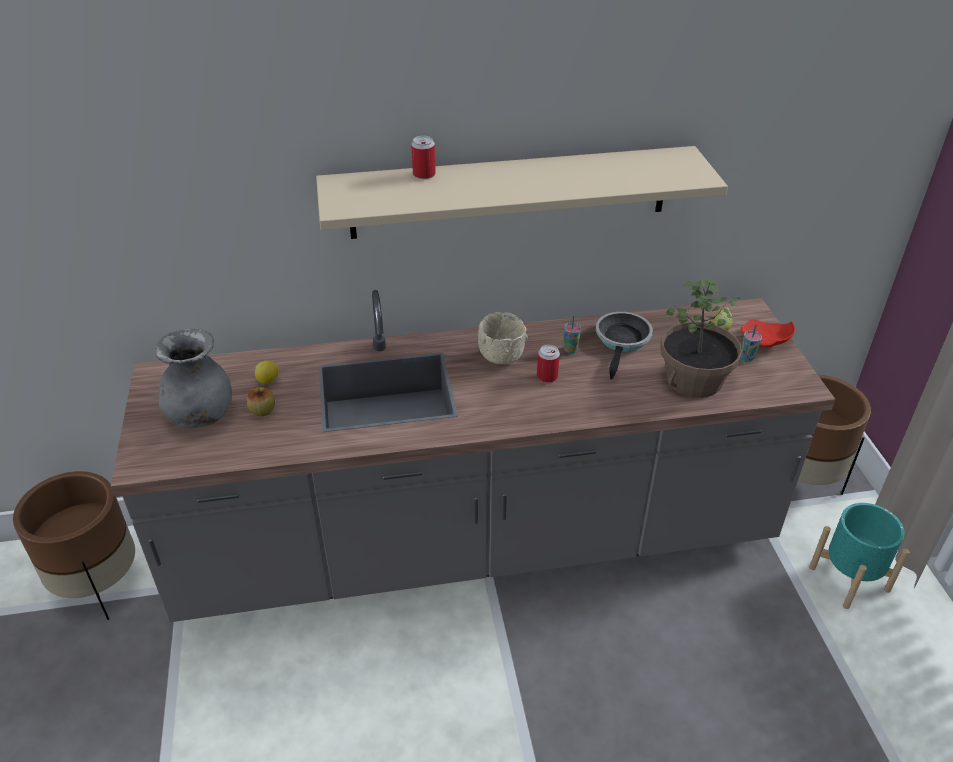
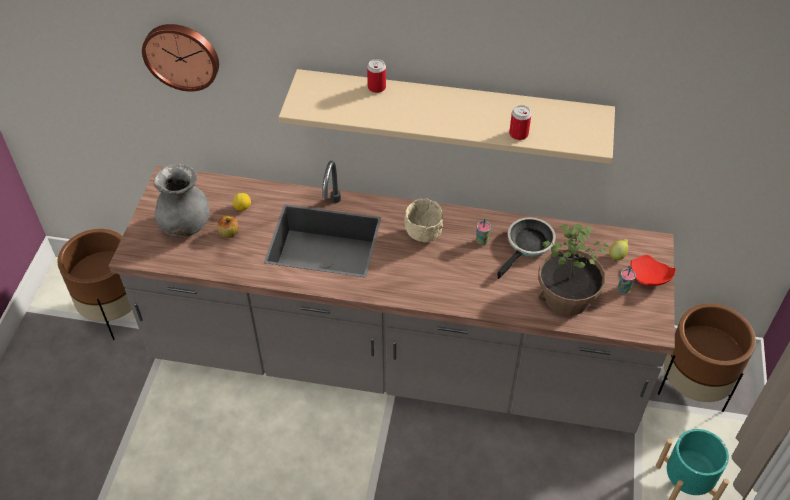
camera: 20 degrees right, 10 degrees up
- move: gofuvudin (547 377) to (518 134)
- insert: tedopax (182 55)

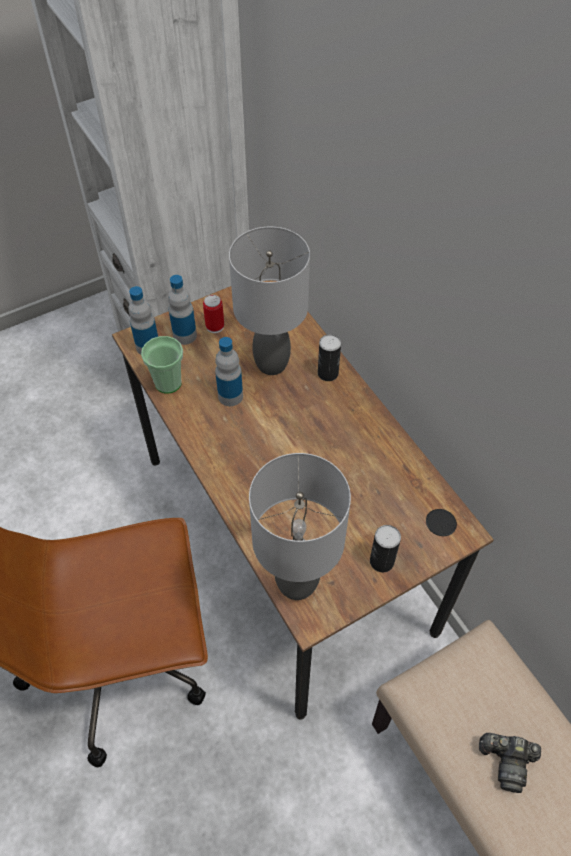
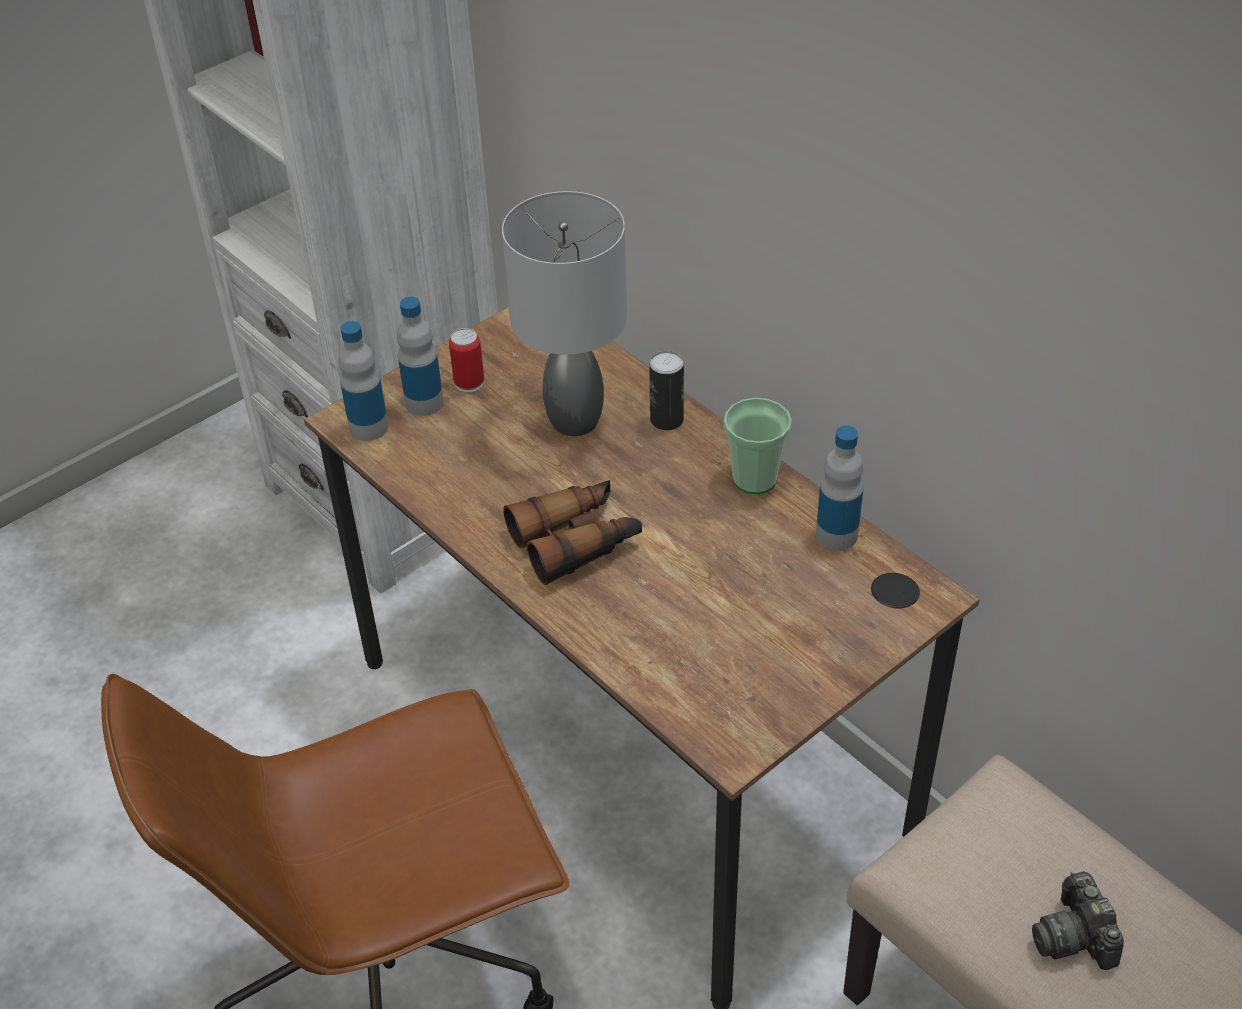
camera: 10 degrees left, 10 degrees down
- move: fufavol (168 383) to (754 479)
- move: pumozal (230 396) to (836 534)
- delete: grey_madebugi (298 584)
- delete: gofuvudin (381 561)
- rotate: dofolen (506 761) = (1075 936) 75 degrees clockwise
- insert: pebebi (576 541)

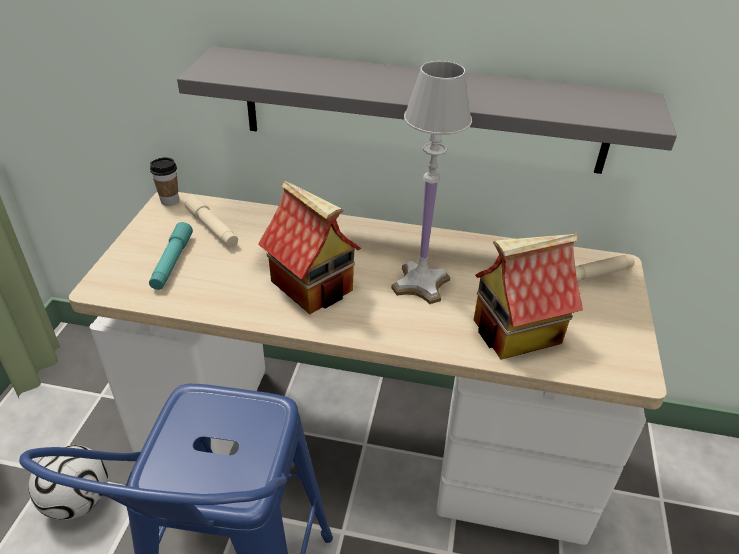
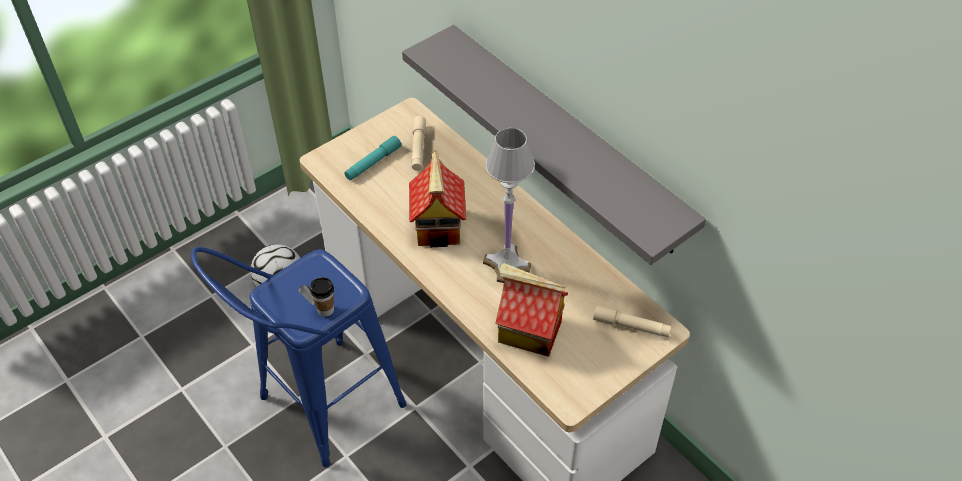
camera: 40 degrees right, 10 degrees up
- move: fufavol (170 201) to (325 310)

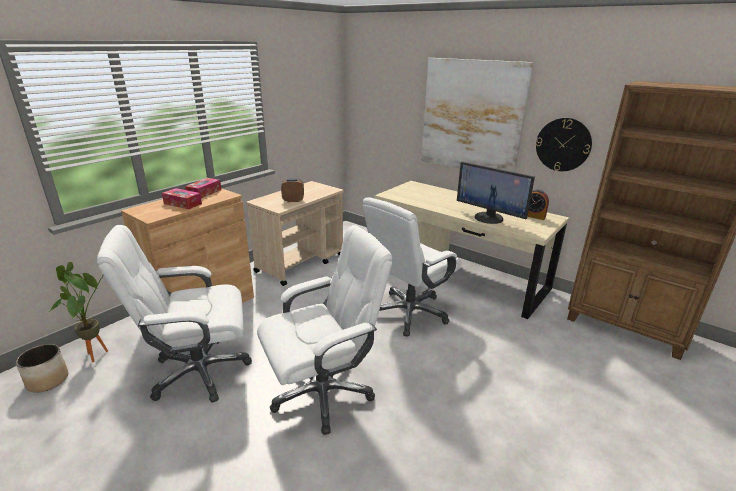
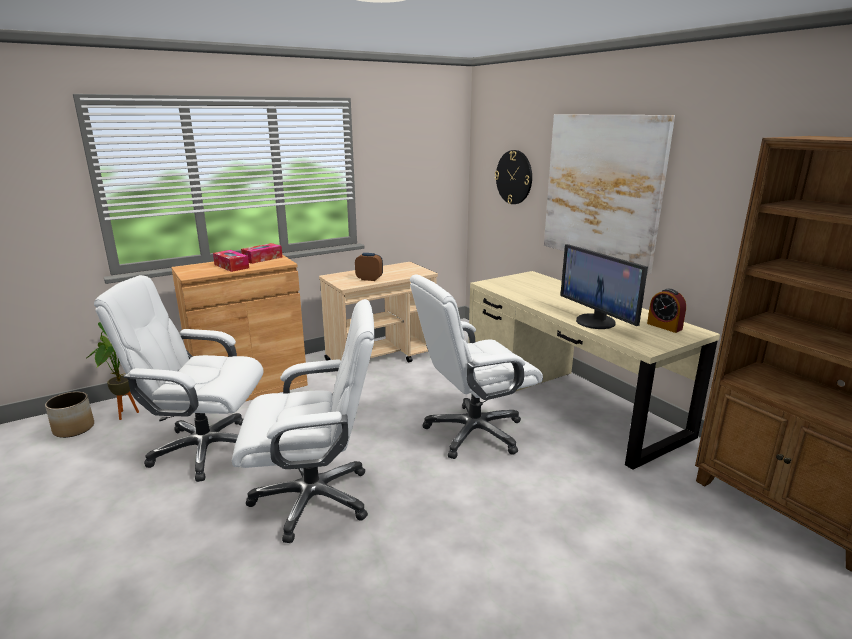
camera: 20 degrees right, 5 degrees down
- move: tedopax (563 144) to (514 177)

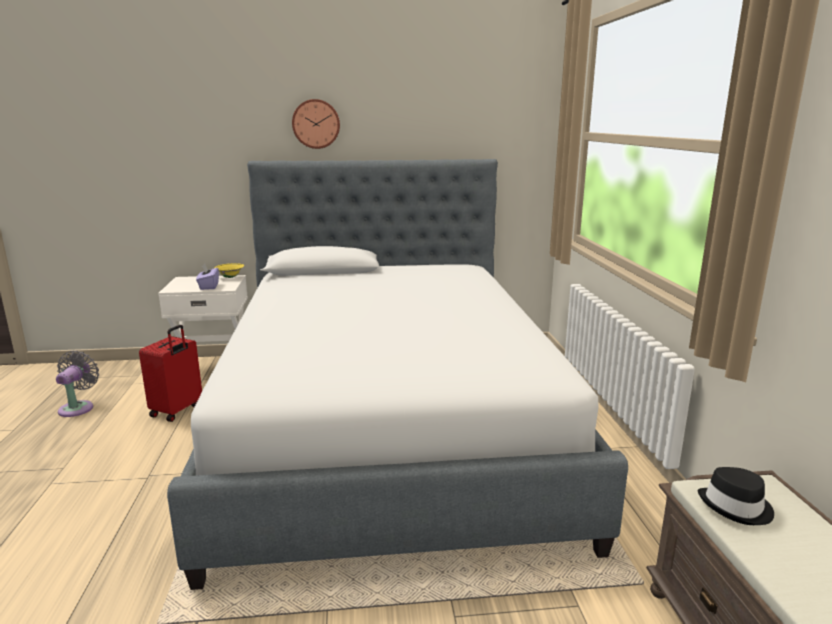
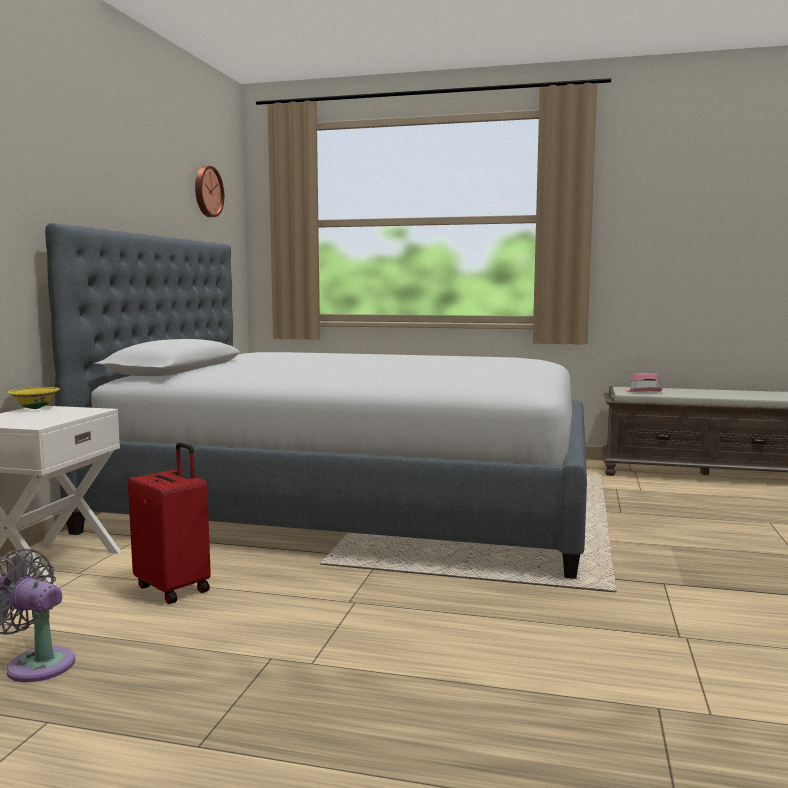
camera: 70 degrees left, 10 degrees down
- move: tedopax (316 124) to (207 191)
- delete: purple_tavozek (208 286)
- recolor: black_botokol (736 507) to pink_botokol (643 391)

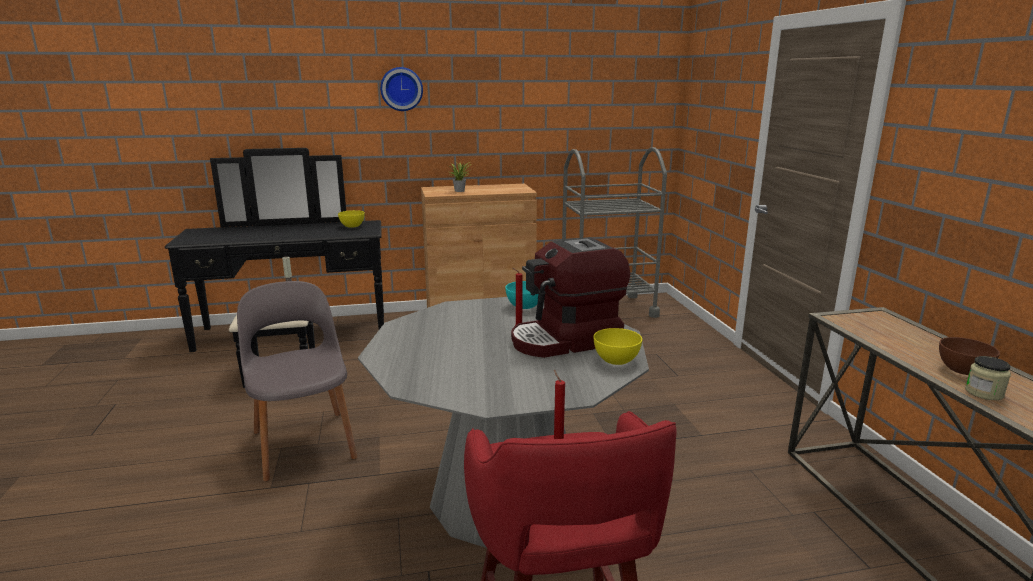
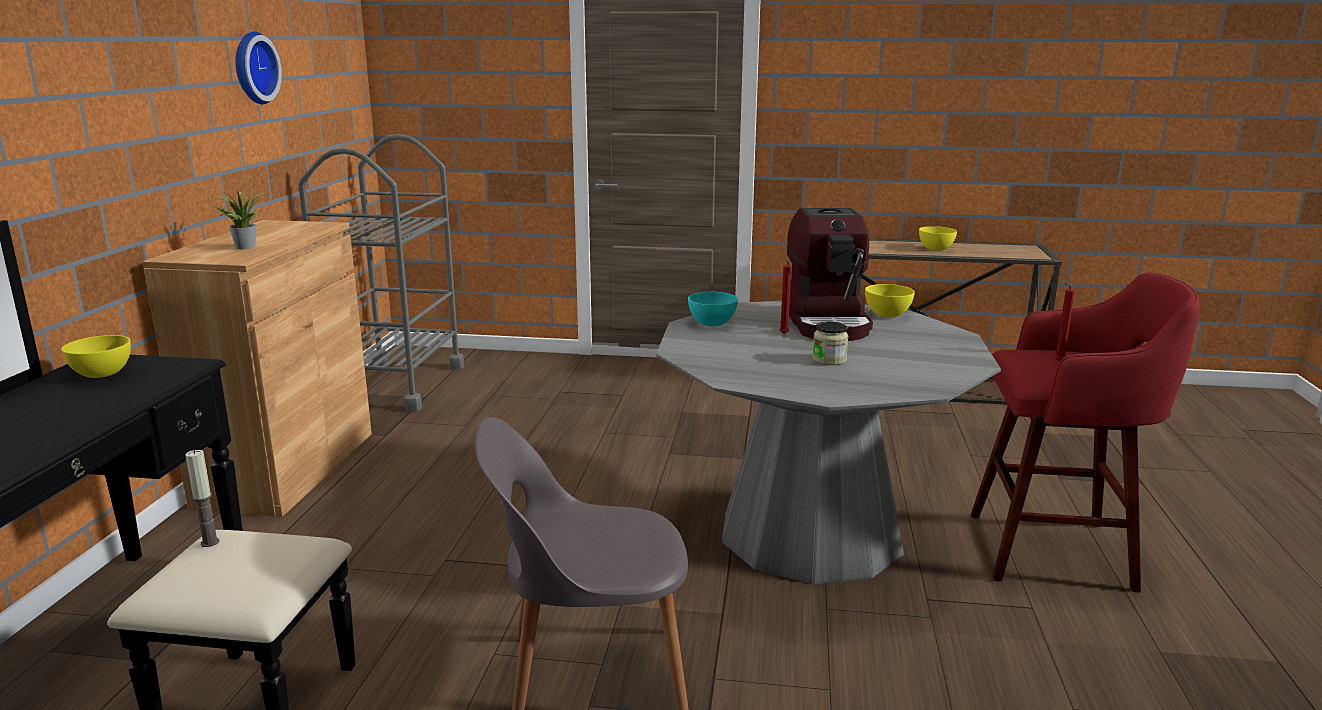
camera: 70 degrees left, 0 degrees up
- move: tedopax (401 89) to (252 68)
- recolor: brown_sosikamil (963 371) to yellow_sosikamil (936 249)
- move: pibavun (984 393) to (829 360)

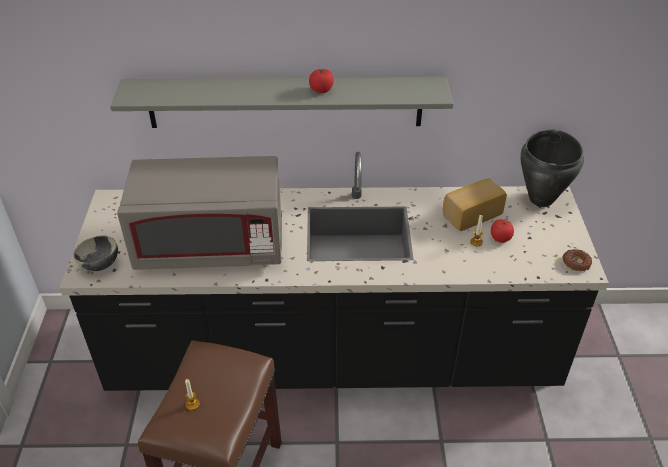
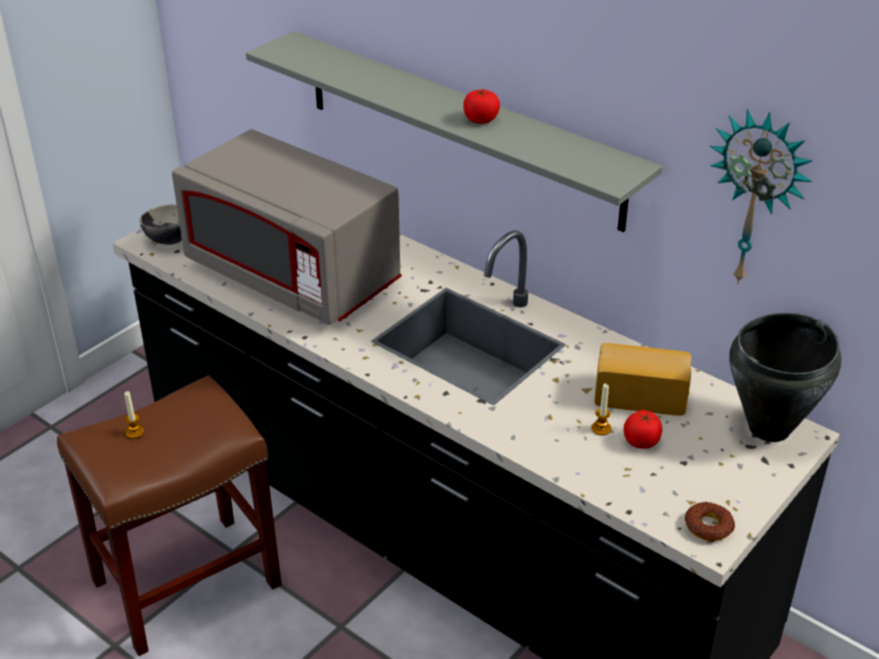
camera: 40 degrees right, 5 degrees down
- insert: tedopax (756 198)

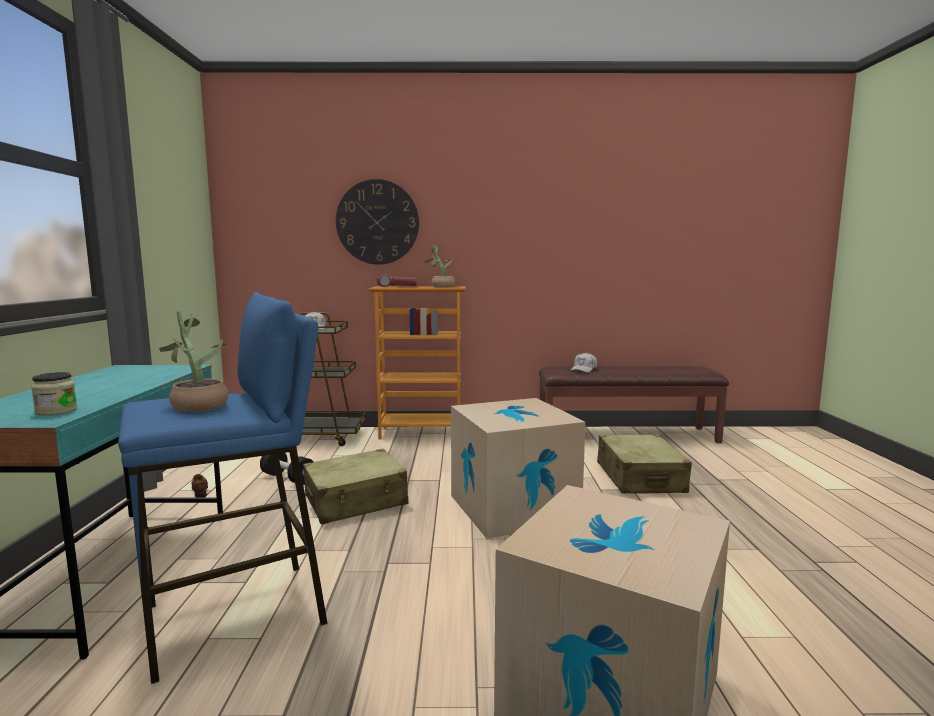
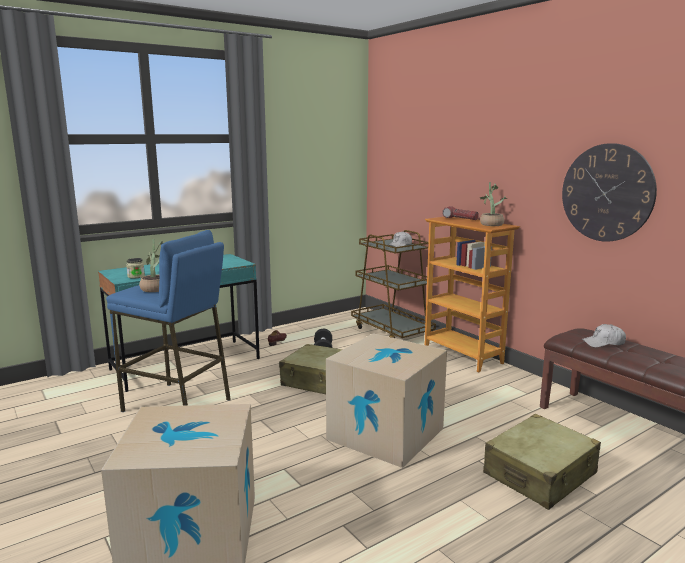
camera: 55 degrees right, 5 degrees up
- move: tedopax (377 222) to (607 193)

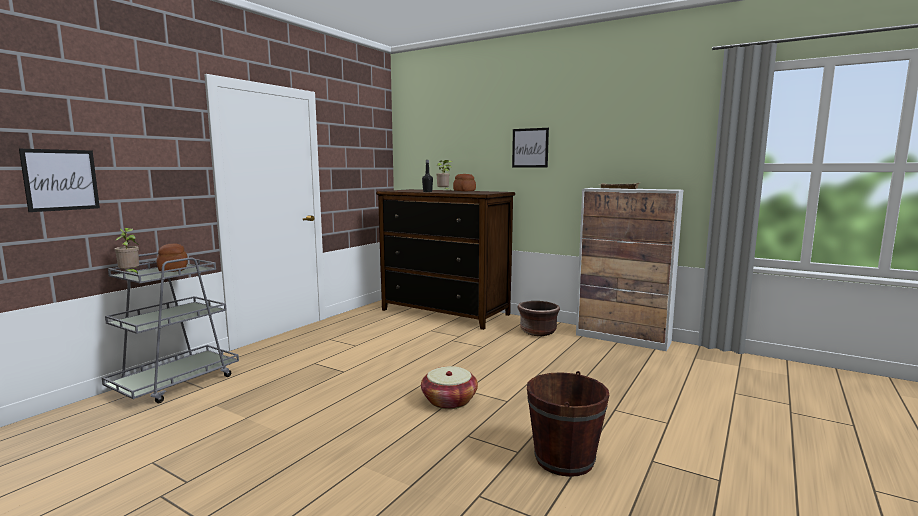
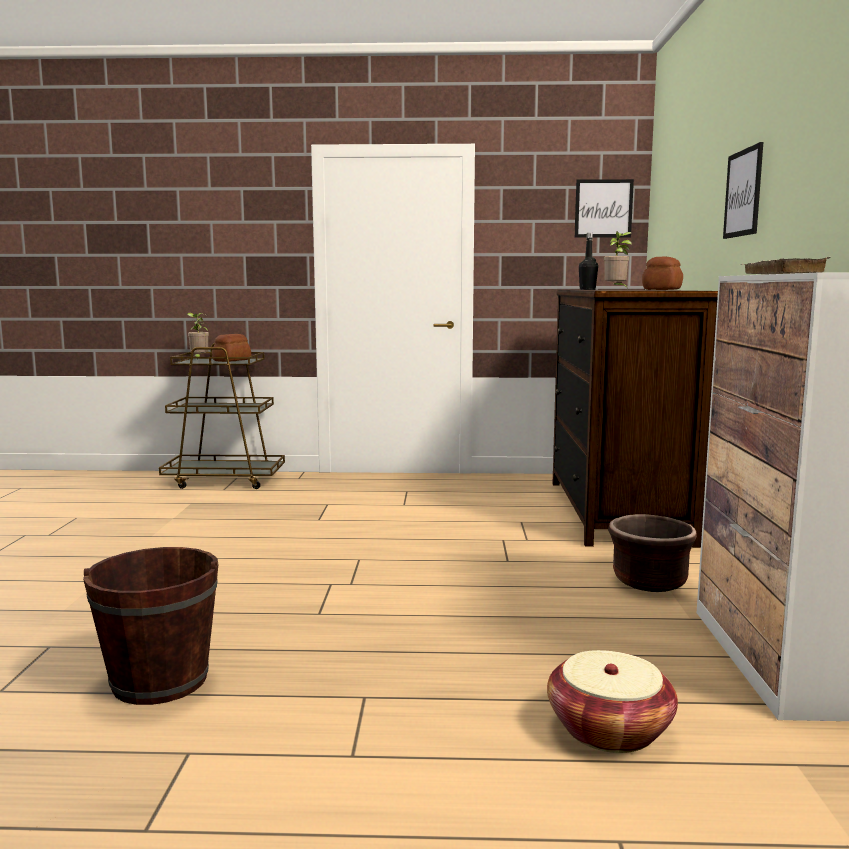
camera: 60 degrees right, 0 degrees up
- move: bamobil (61 180) to (603 208)
- recolor: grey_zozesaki (176 383) to brown_zozesaki (225 480)
- move: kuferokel (449 401) to (609 729)

